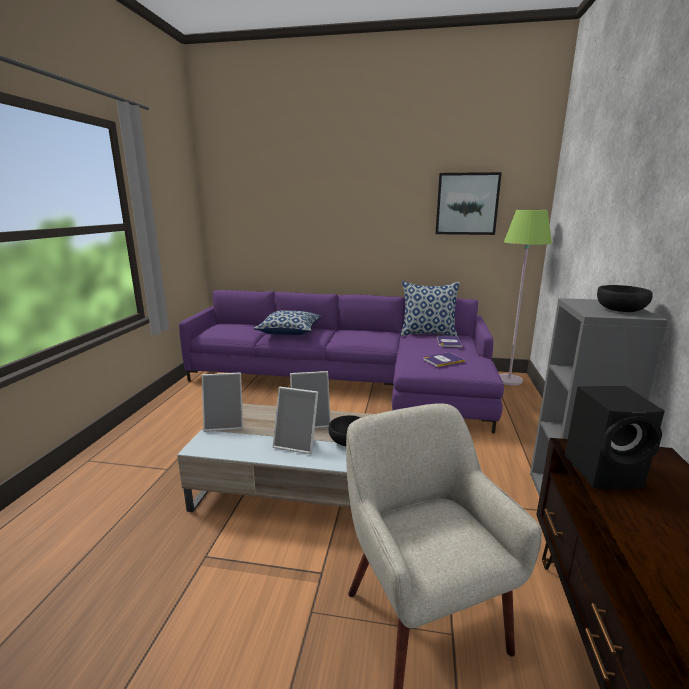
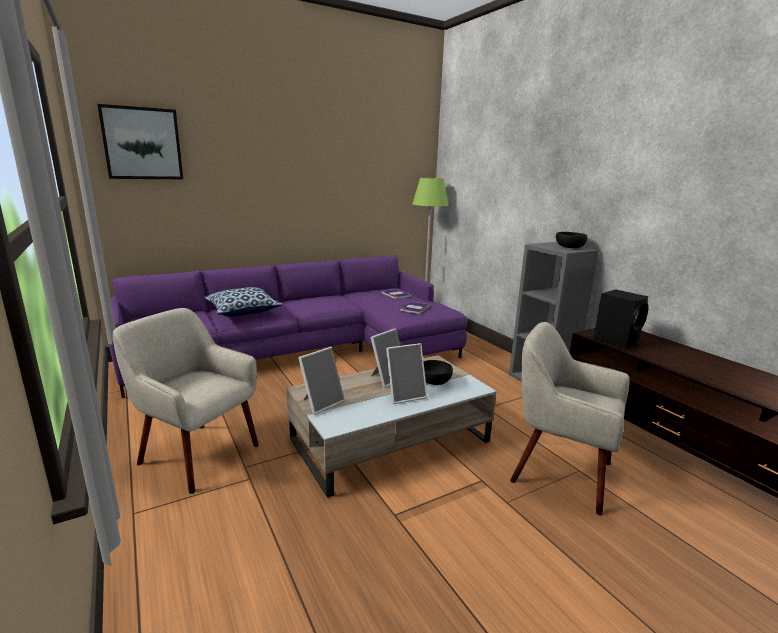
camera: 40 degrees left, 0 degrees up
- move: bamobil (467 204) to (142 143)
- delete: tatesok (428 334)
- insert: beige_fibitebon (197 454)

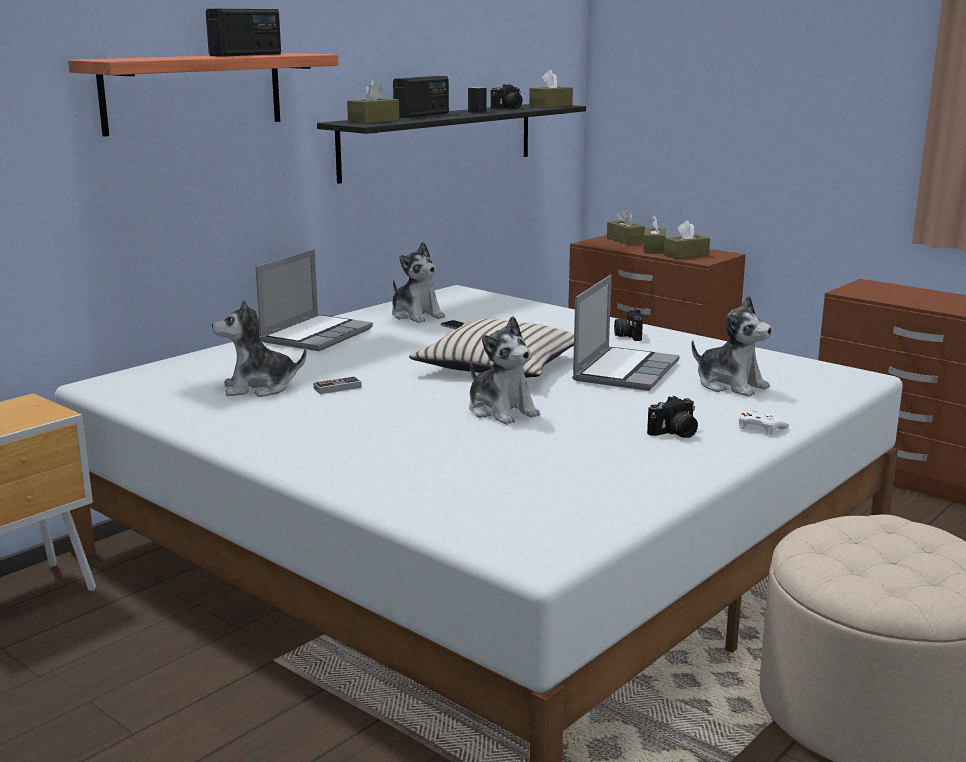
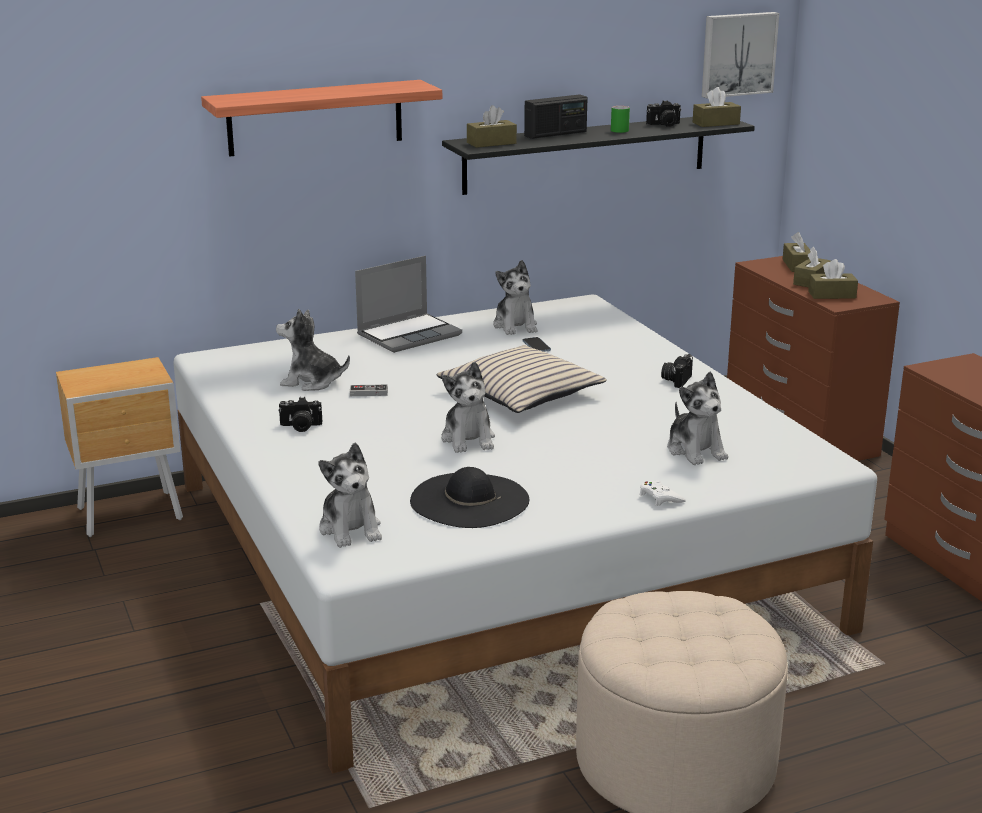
camera: 25 degrees right, 5 degrees up
- delete: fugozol (246 55)
- recolor: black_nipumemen (477 111) to green_nipumemen (621 129)
- delete: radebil (625 371)
- move: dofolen (675 433) to (300 427)
- insert: bamobil (737 54)
- insert: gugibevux (351 529)
- insert: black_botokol (469 500)

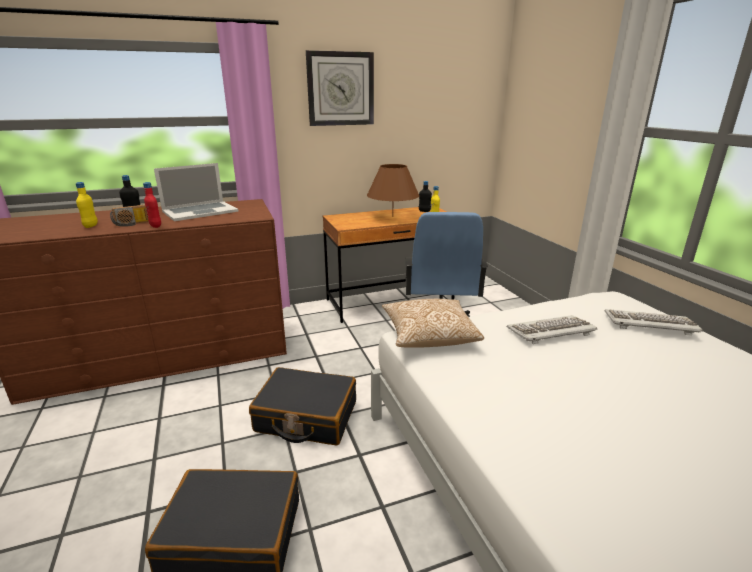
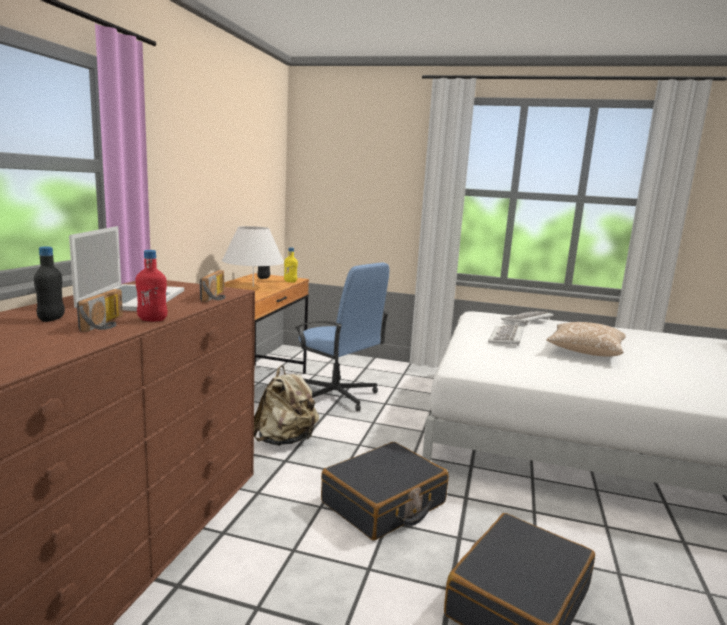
camera: 55 degrees left, 10 degrees down
- delete: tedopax (340 89)
- recolor: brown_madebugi (392 216) to white_madebugi (253 286)
- delete: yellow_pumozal (91 226)
- move: tatesok (429 336) to (585 351)
- insert: fugozol (217 297)
- insert: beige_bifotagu (285 440)

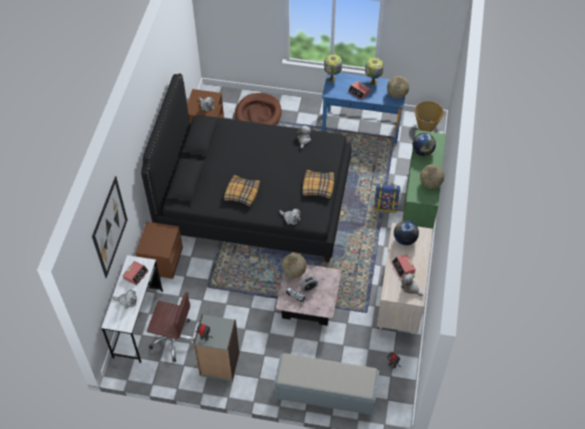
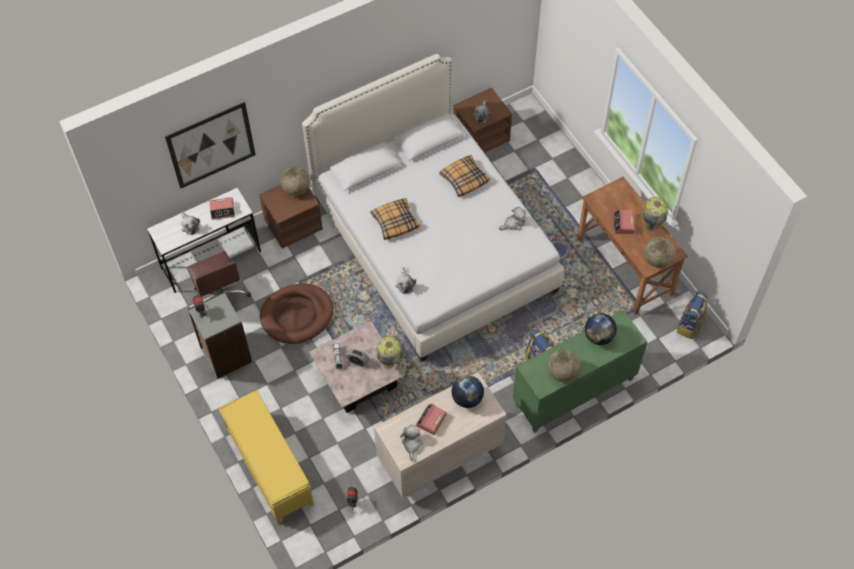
camera: 50 degrees right, 5 degrees up
- move: madebugi (332 78) to (389 363)
- recolor: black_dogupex (254 200) to white_dogupex (433 244)
- recolor: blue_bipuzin (361 125) to brown_bipuzin (625 266)
- move: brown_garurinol (258 114) to (297 315)
- replace: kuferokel (426 125) to bifotagu (690 325)
- move: tatesok (317 187) to (464 179)
- move: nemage (294 272) to (296 189)
- recolor: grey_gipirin (325 394) to yellow_gipirin (269 466)

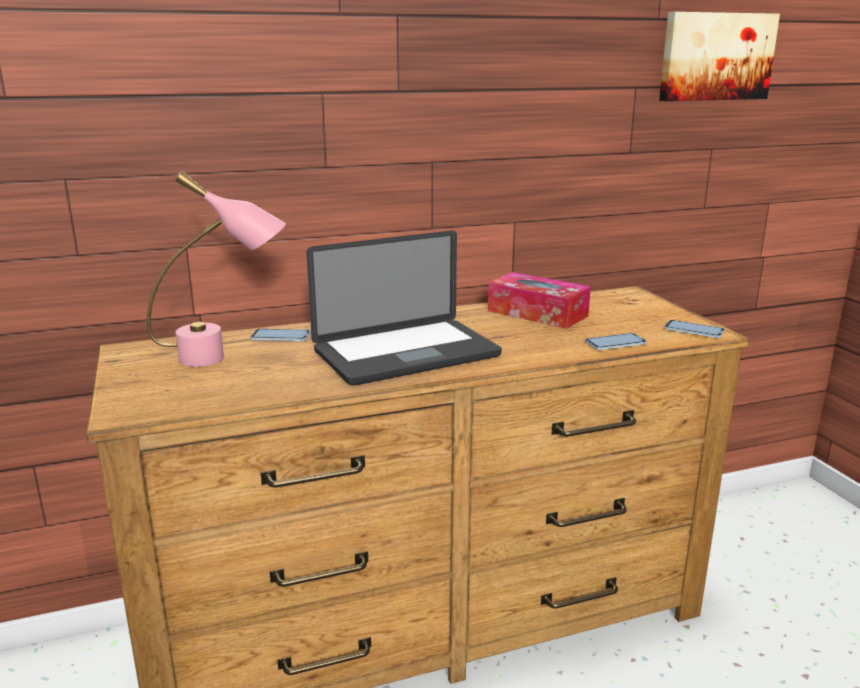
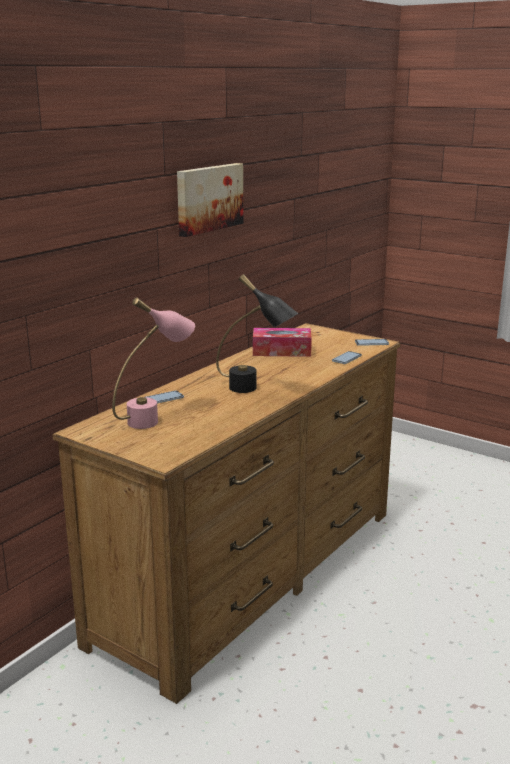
camera: 35 degrees left, 0 degrees up
- move: bamobil (715 57) to (208 198)
- replace: radebil (406 354) to black_madebugi (255 390)

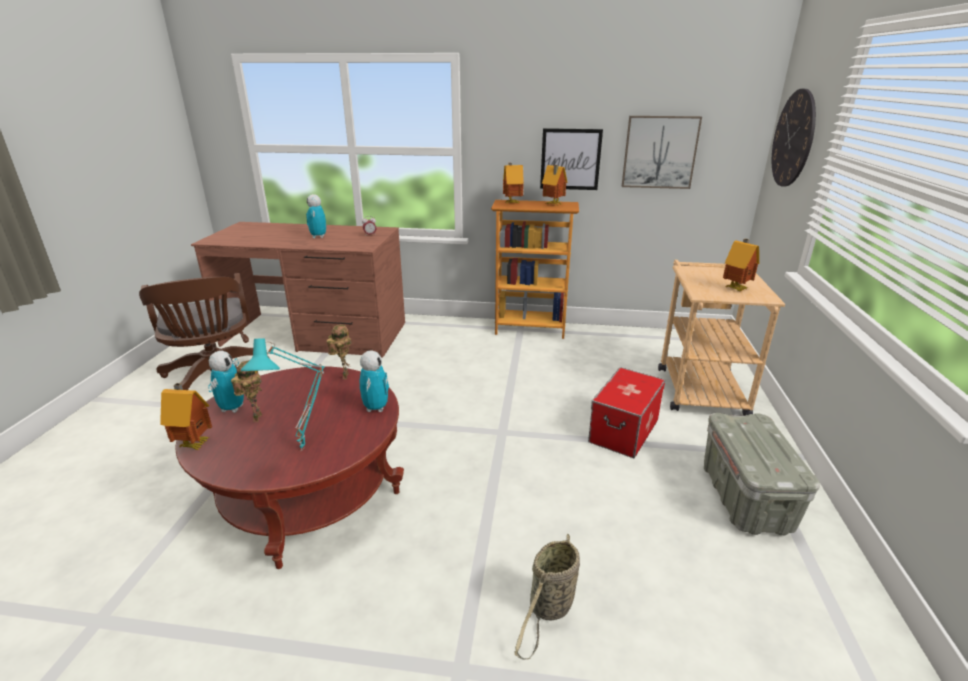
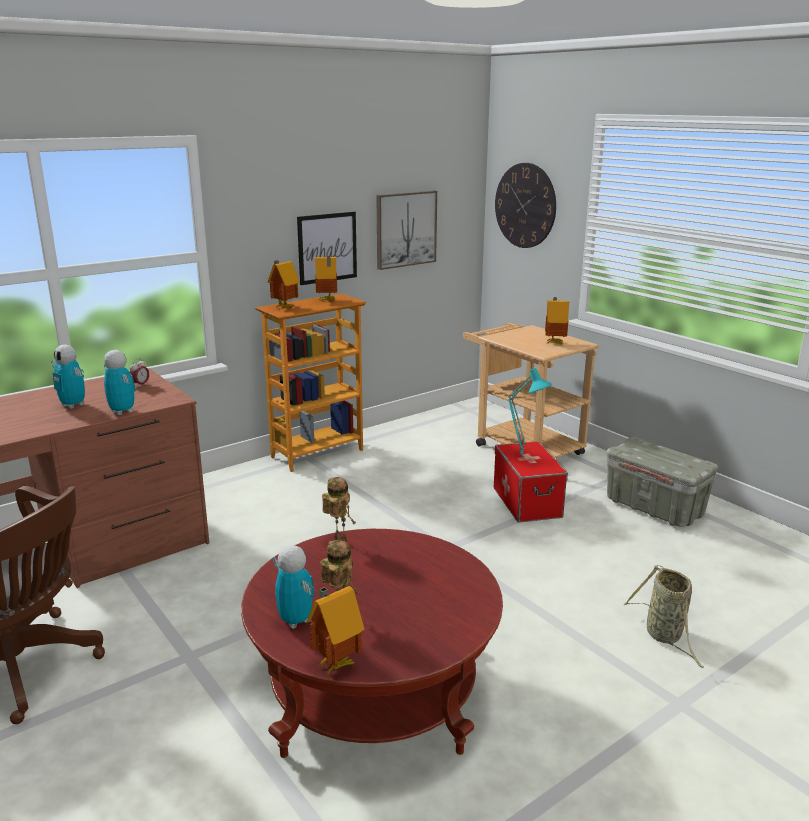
camera: 45 degrees left, 5 degrees down
- move: turquoise_madebugi (304 450) to (523 456)
- move: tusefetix (376 408) to (122 411)

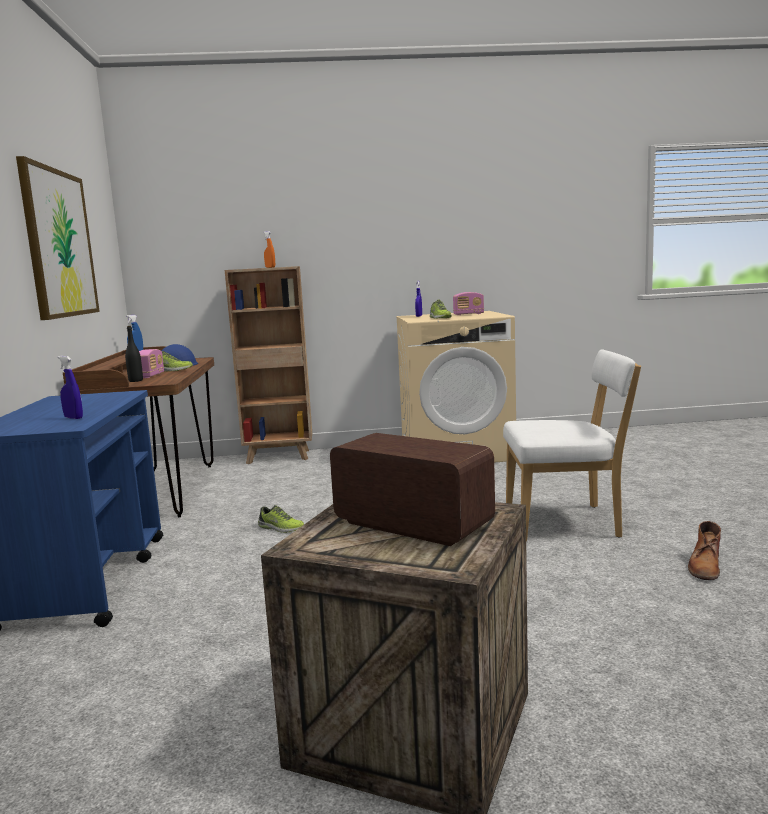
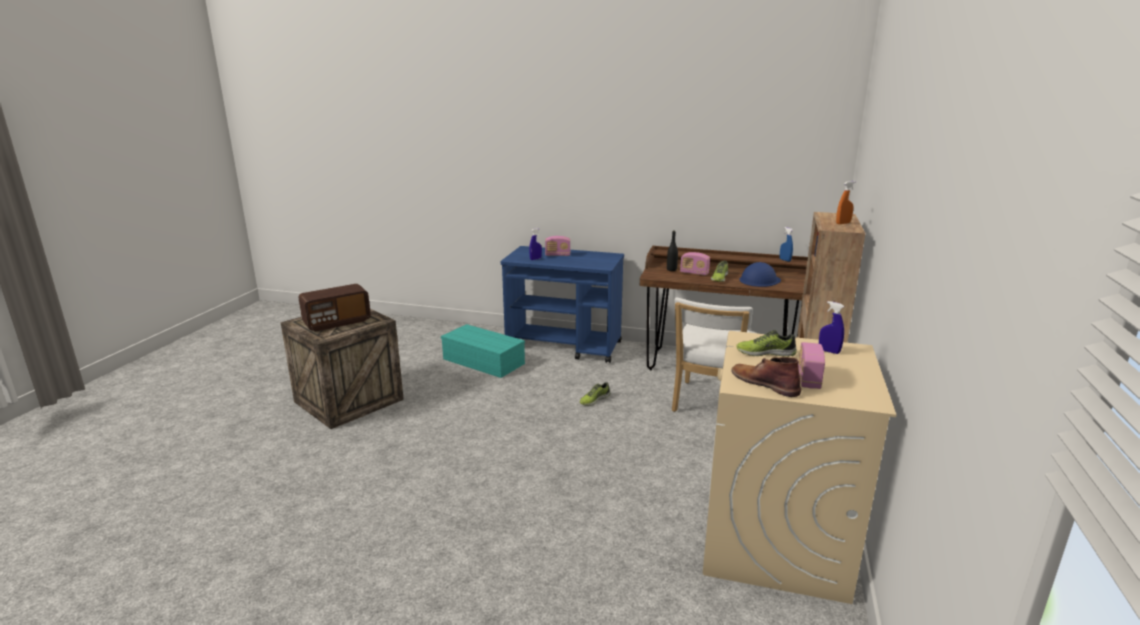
camera: 110 degrees right, 10 degrees up
- delete: bamobil (59 244)
- move: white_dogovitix (567 523) to (709 404)
- move: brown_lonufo (705 566) to (764 383)
- insert: fugozol (557 255)
- insert: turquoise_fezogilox (485 361)

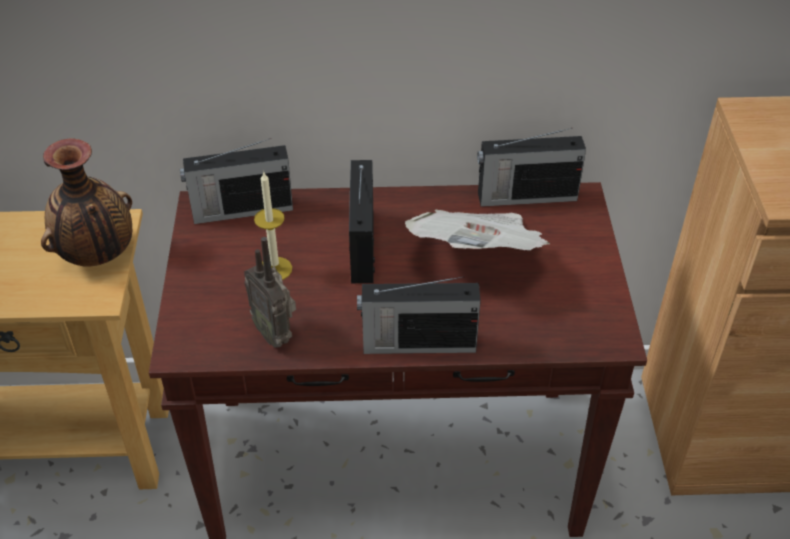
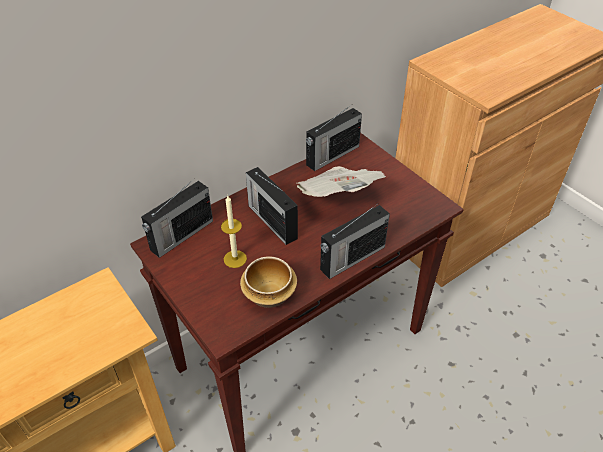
camera: 35 degrees left, 0 degrees up
- delete: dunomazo (98 255)
- replace: fugozol (275 333) to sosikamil (270 294)

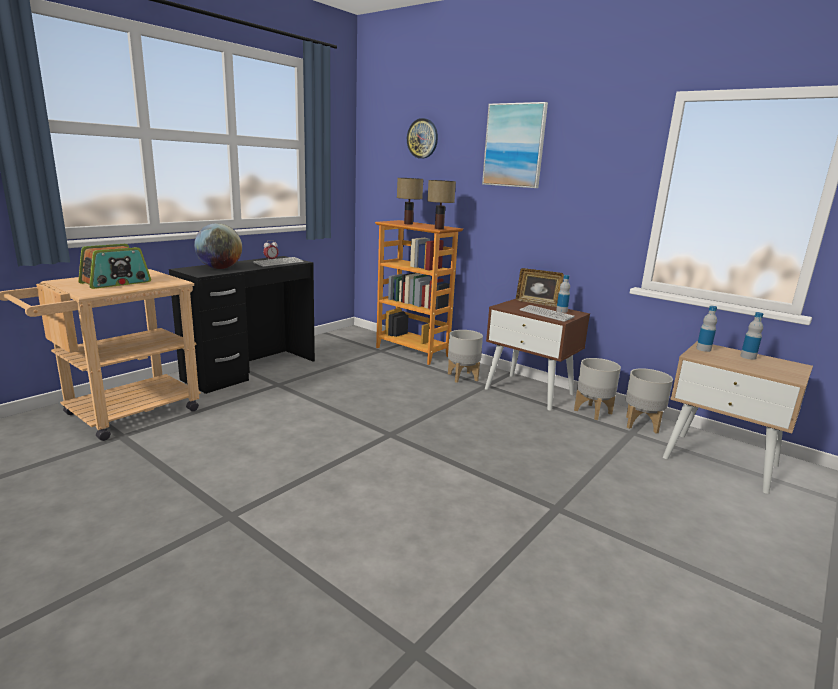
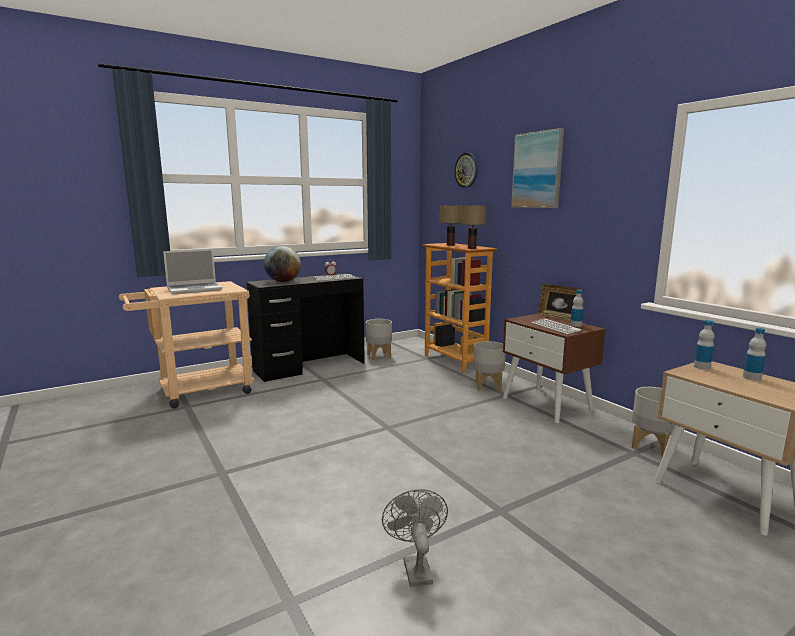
camera: 20 degrees right, 5 degrees down
- replace: fugozol (116 282) to radebil (195 289)
- move: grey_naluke (593 411) to (379 356)
- insert: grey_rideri (415 567)

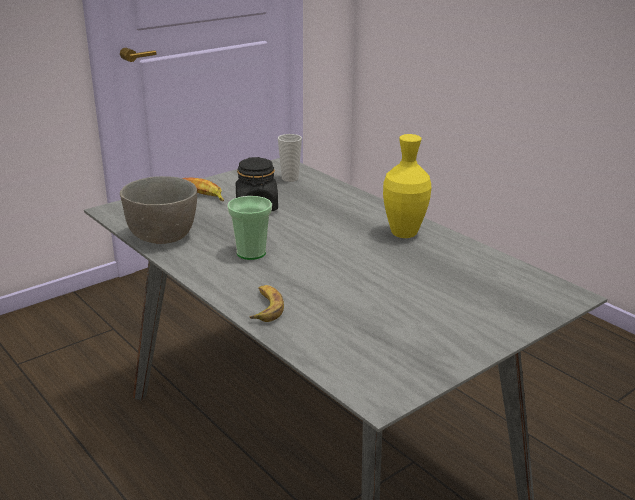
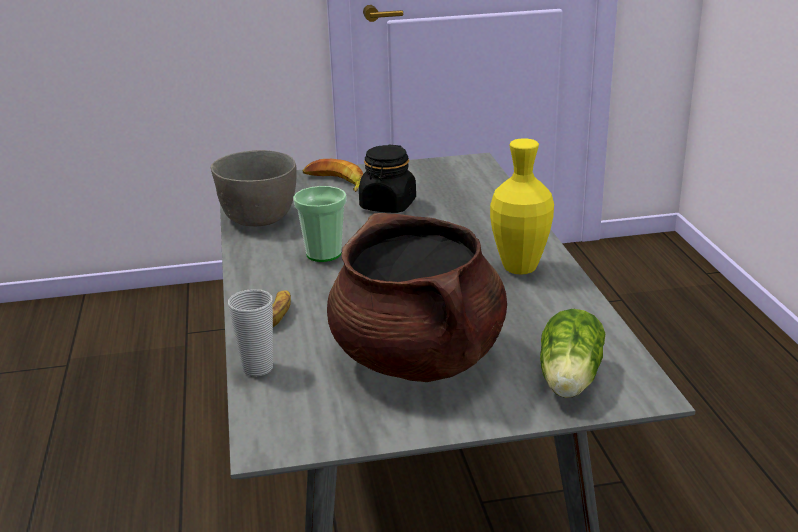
camera: 30 degrees right, 0 degrees up
- move: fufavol (290 178) to (257 368)
- insert: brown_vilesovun (418 359)
- insert: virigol (569 381)

